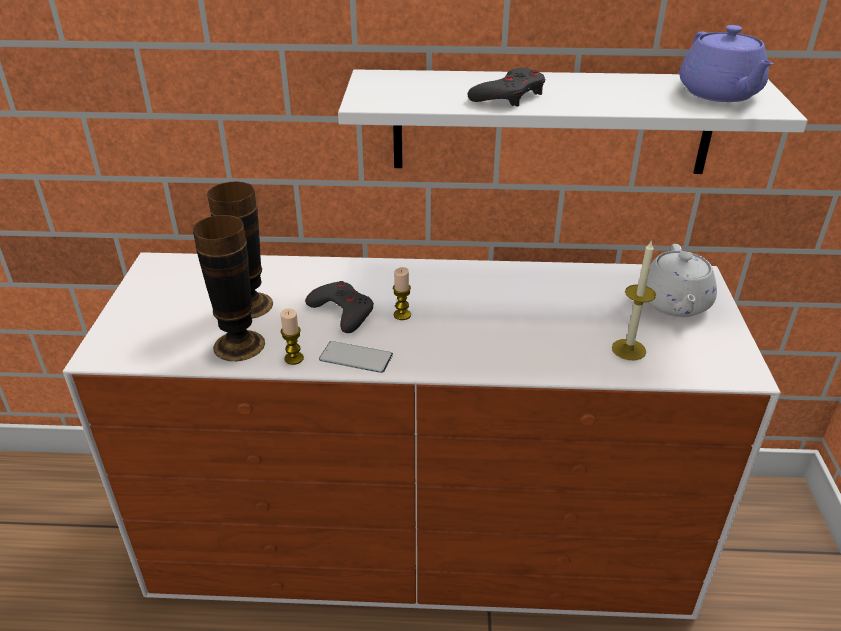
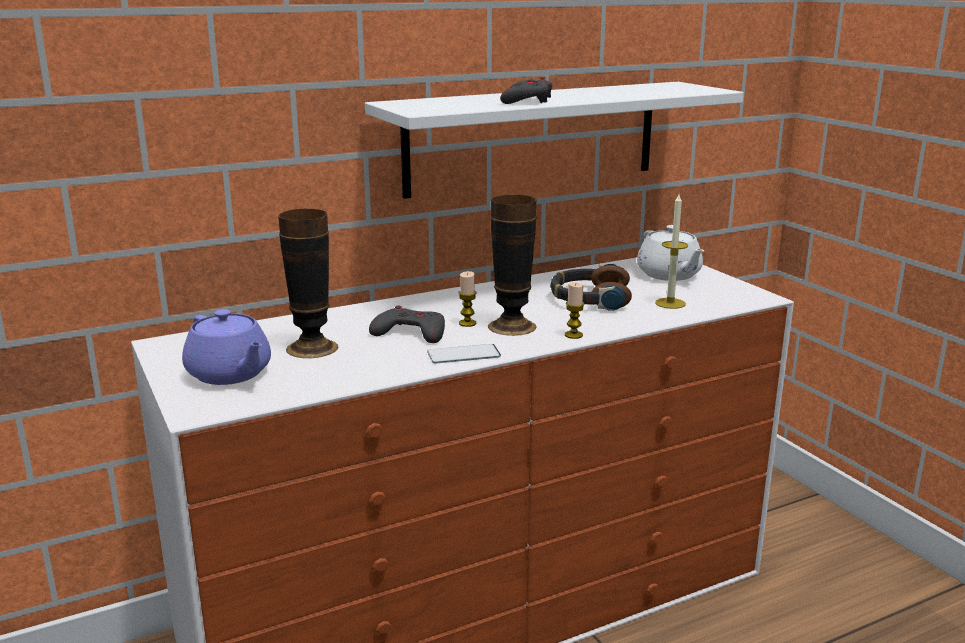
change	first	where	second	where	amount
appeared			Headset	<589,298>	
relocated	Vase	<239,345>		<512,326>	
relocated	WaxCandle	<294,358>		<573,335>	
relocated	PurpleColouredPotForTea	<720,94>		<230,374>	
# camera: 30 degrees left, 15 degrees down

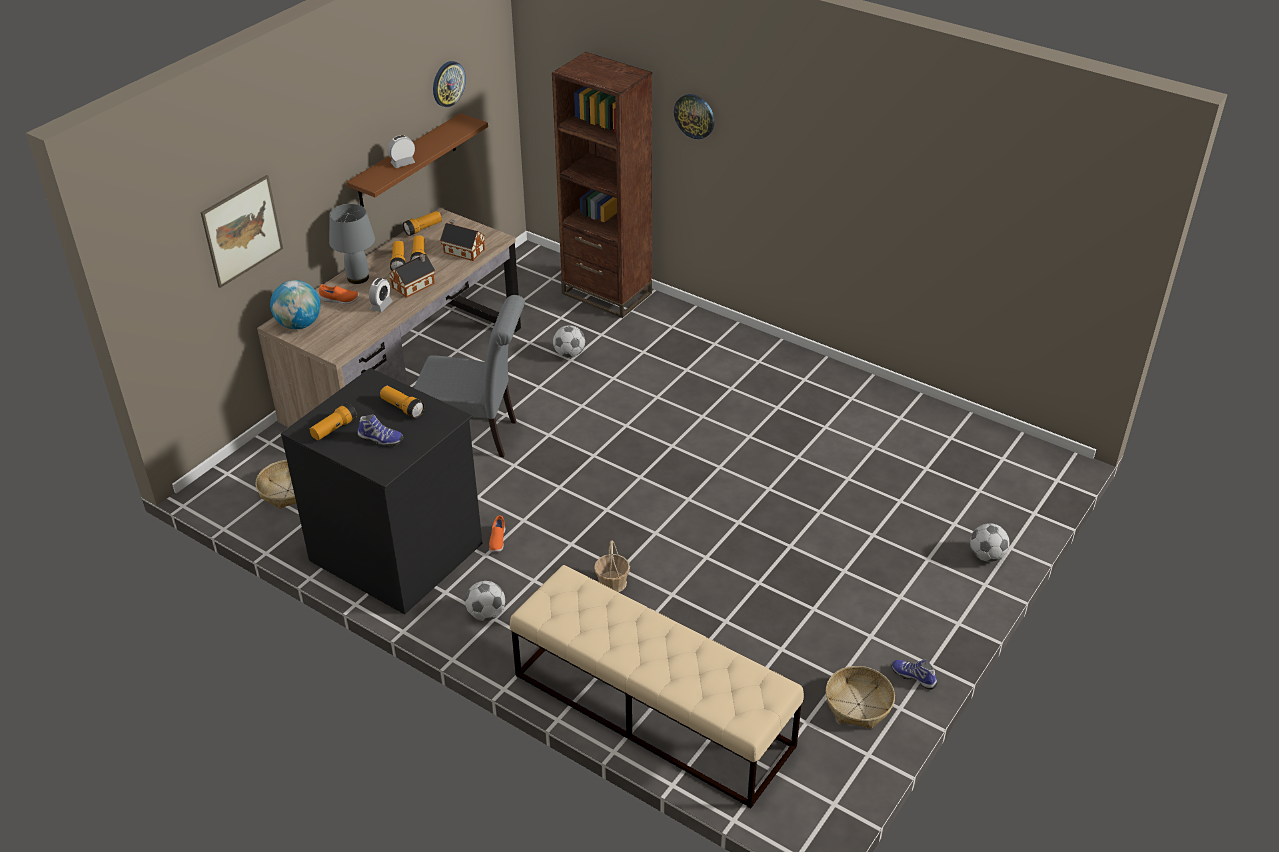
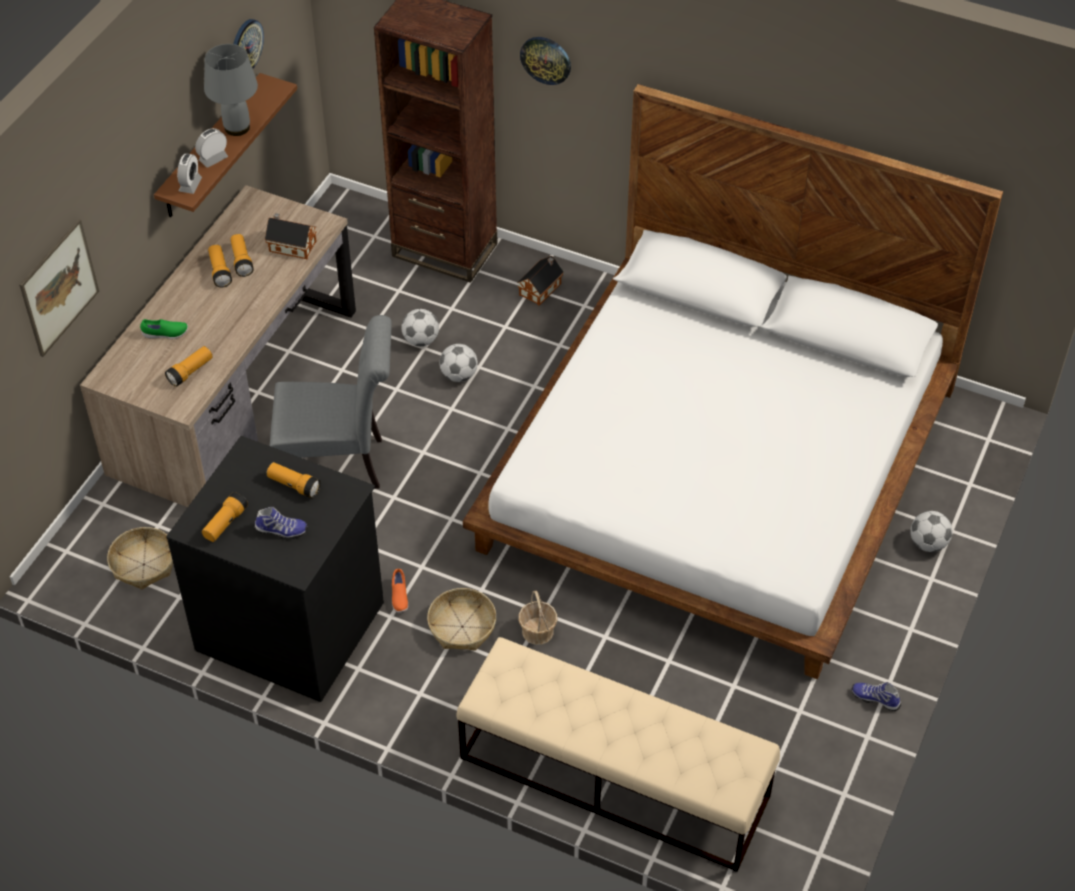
change	first	where	second	where	amount
missing	DeskGlobe	<299,324>			
appeared			WhitishSleepingBed	<717,468>	
relocated	GreyishLampForATable	<357,278>		<236,127>	
relocated	BedsideClock	<381,305>		<190,185>	
relocated	ModelHouse	<415,285>		<541,288>	
relocated	Flashlight	<423,229>		<190,372>	
relocated	BallForFootball	<486,614>		<458,375>	
relocated	Basket	<858,704>		<462,627>	
colour	OrangeyItemOfFootwear	<339,300>	GreenishItemOfFootwear	<165,334>	
# camera: 10 degrees left, 10 degrees up

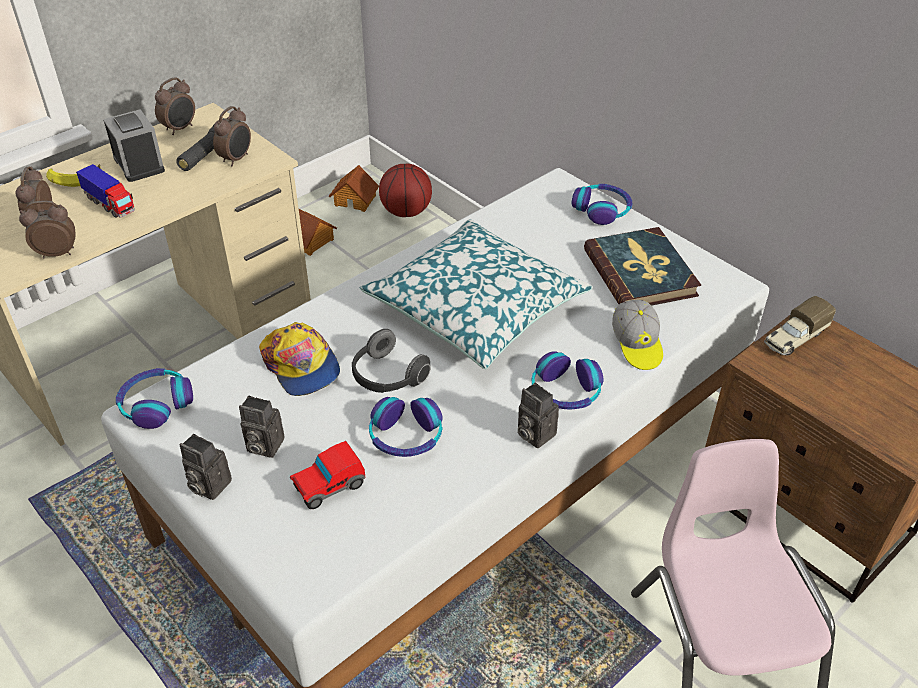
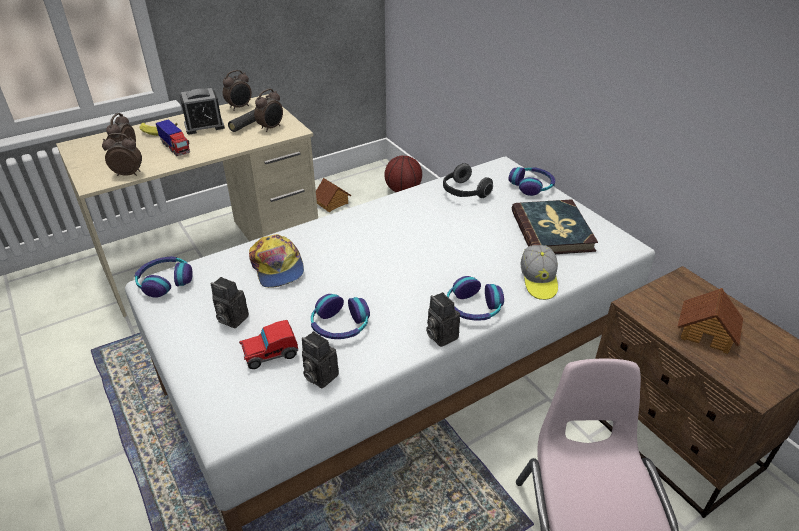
change	first	where	second	where	amount
missing	ThrowPillow	<476,307>			
missing	ToyTruck	<794,339>			
relocated	PhotoCamera	<207,485>		<319,376>	
relocated	ModelHouse	<355,200>		<706,332>	
relocated	Headset	<387,377>		<464,192>	
spun	BedsideClock	<139,164>		<204,126>	90 degrees clockwise
# camera: 10 degrees right, 5 degrees down

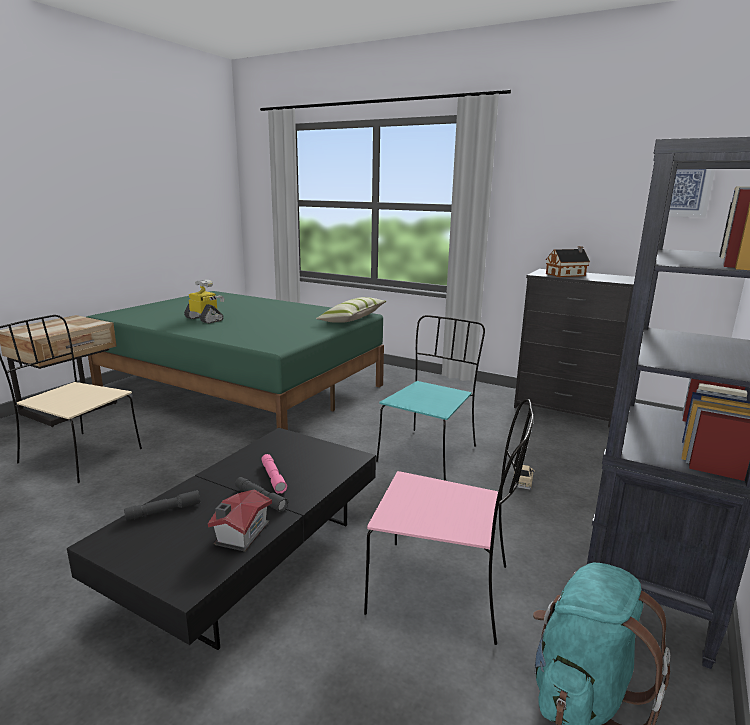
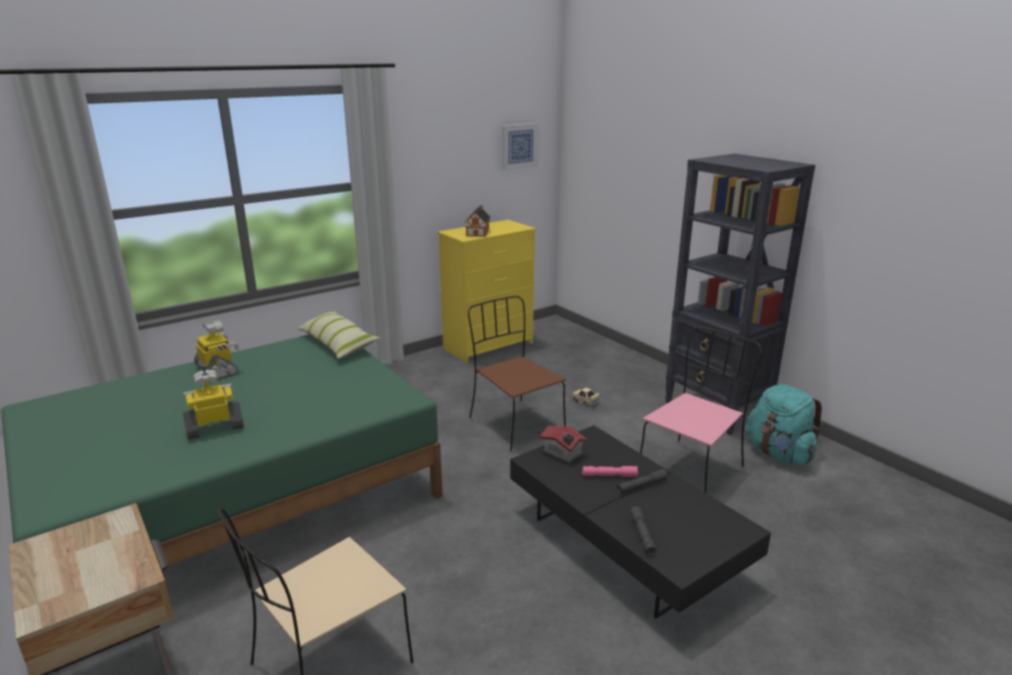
change	first	where	second	where	amount
appeared			ToyRobot	<218,370>	
relocated	ModelHouse	<240,534>		<562,454>	
colour	TurquoiseUprightChair	<428,453>	BrownColouredUprightChair	<514,423>	
colour	BlackishChestOfDrawers	<565,409>	YellowColouredChestOfDrawers	<489,345>	
# camera: 65 degrees left, 5 degrees up

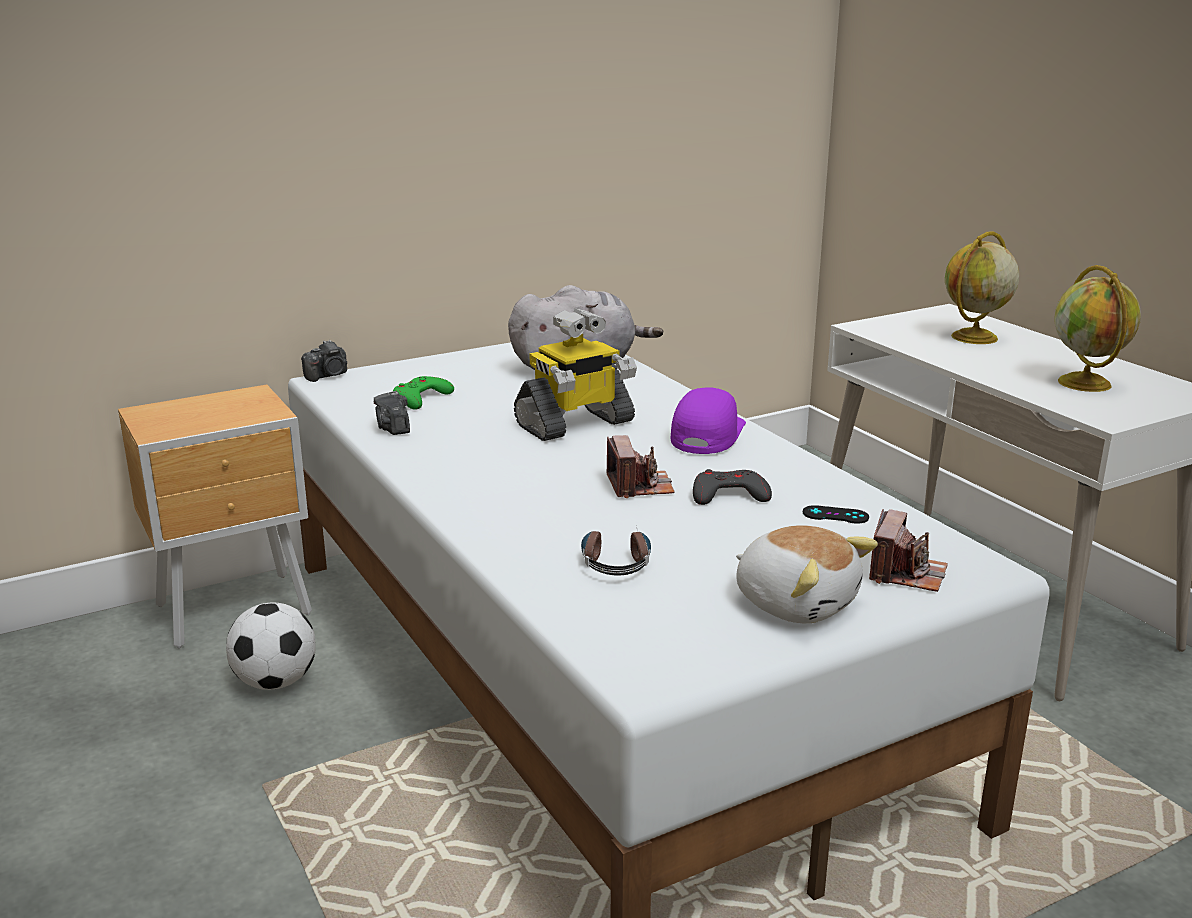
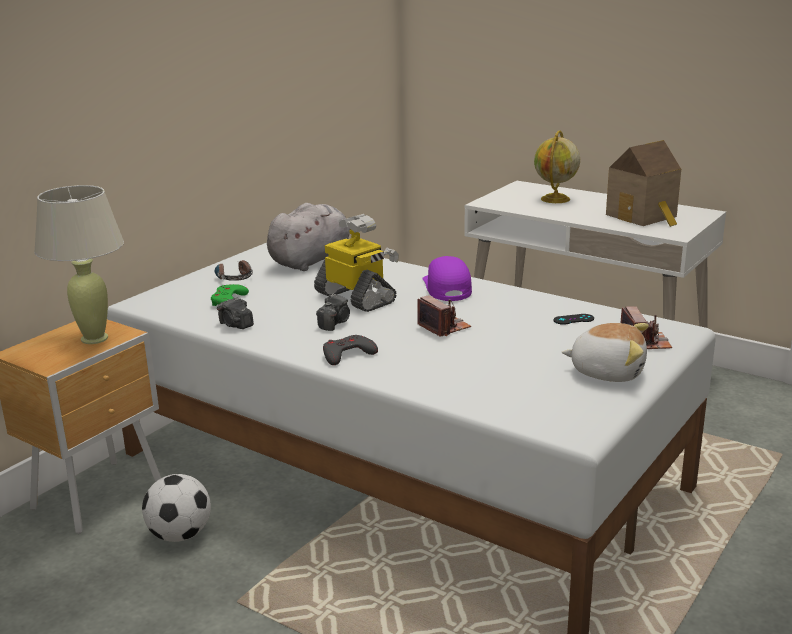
change	first	where	second	where	amount
appeared			SandColouredLampForATable	<95,338>	
relocated	PhotoCamera	<328,375>		<334,323>	
relocated	Headset	<615,560>		<233,277>	
relocated	GreyishGamepad	<729,495>		<347,354>	
exchanged	DeskGlobe	<1086,384>	ModelHouse	<644,216>	
spun	ToyRobot	<575,424>		<357,298>	75 degrees counterclockwise
# camera: 25 degrees left, 0 degrees up

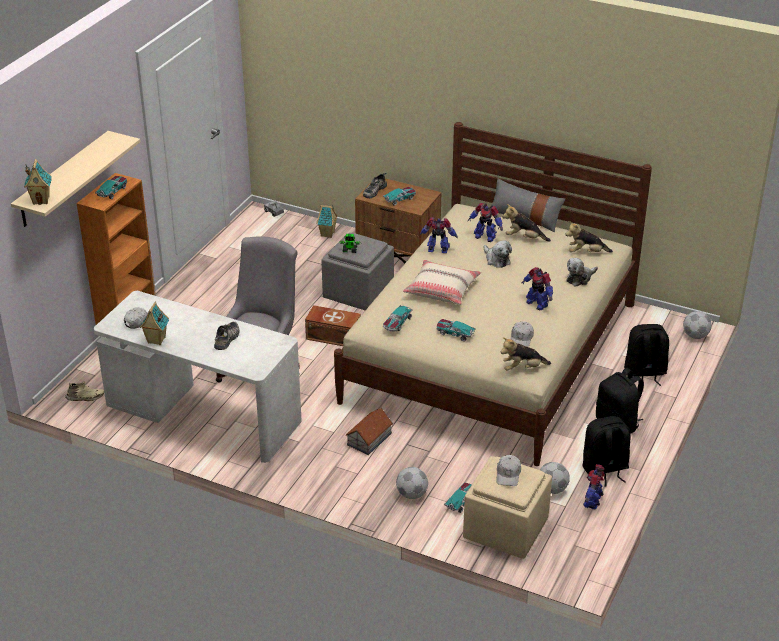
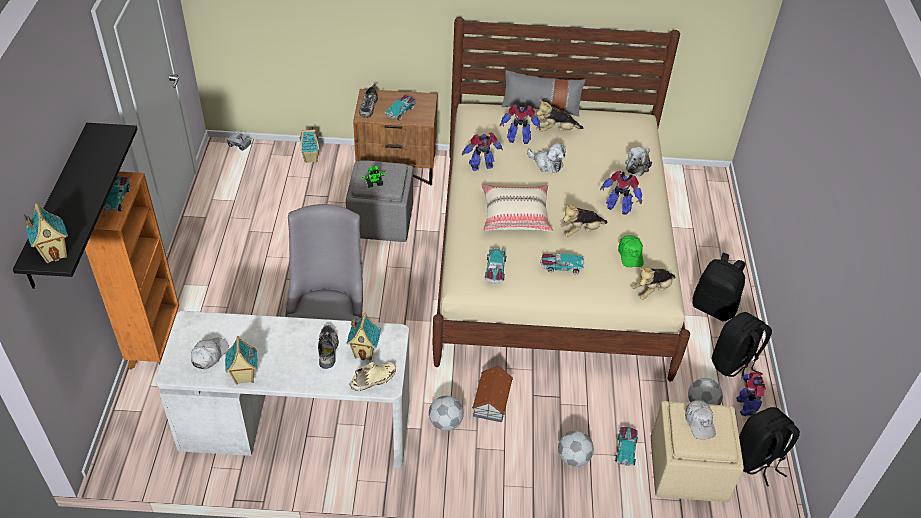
change	first	where	second	where	amount
missing	BrownColouredStorageBox	<333,336>			
appeared			ModelHouse	<365,352>	
relocated	SandColouredItemOfFootwear	<85,398>		<373,380>	
relocated	PlushToy	<586,253>		<581,231>	
relocated	BlackishBackpack	<644,373>		<757,460>	
relocated	BallForFootball	<695,335>		<445,423>	
colour	SandColouredBracketShelf	<63,179>	BlackishBracketShelf	<58,206>	
colour	WhitishBaseballCap	<521,339>	GreenishBaseballCap	<630,255>	
# camera: 25 degrees left, 10 degrees up

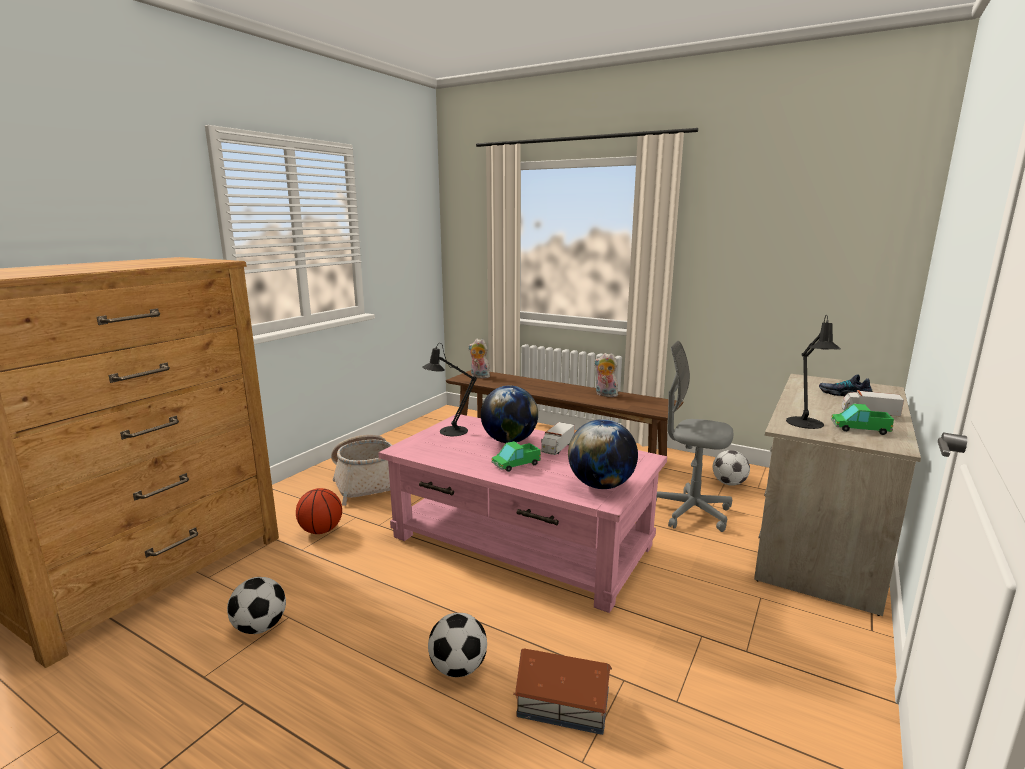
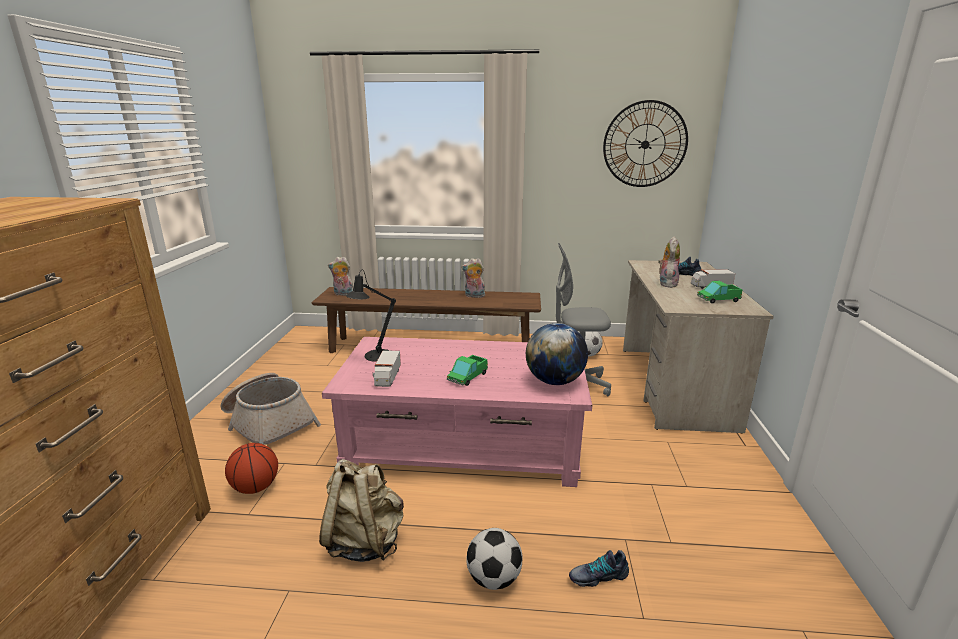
change	first	where	second	where	amount
missing	BallForFootball	<260,627>			
missing	DeskGlobe	<509,441>			
missing	BlackishLampForATable	<806,424>			
appeared			SandColouredBackpack	<365,541>	
appeared			ClockOnTheWall	<645,144>	
appeared			PlushToy	<666,283>	
relocated	ToyTruck	<557,448>		<387,377>	
exchanged	ModelHouse	<564,703>	ItemOfFootwear	<598,576>	
# camera: 25 degrees left, 5 degrees up

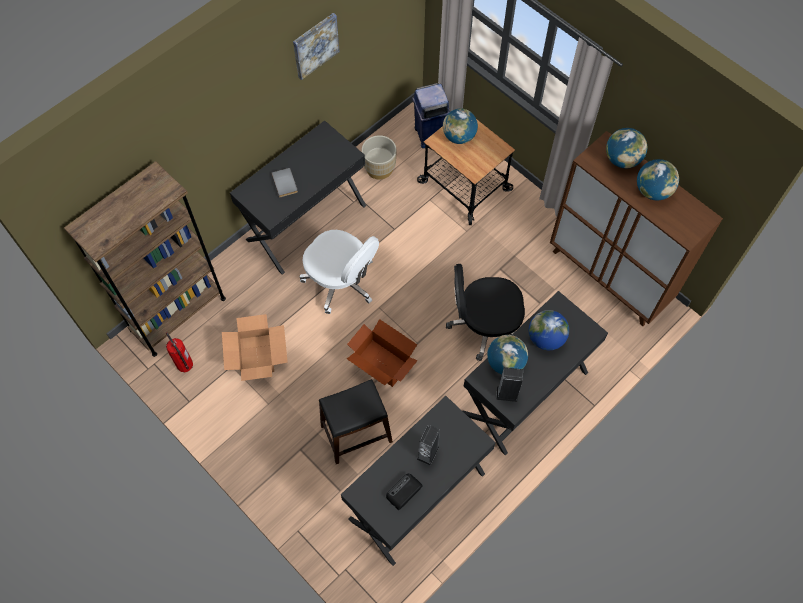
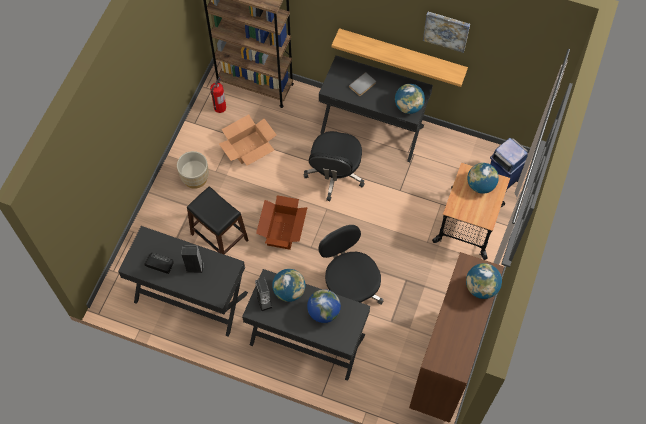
change	first	where	second	where	amount
appeared			BracketShelf	<402,54>	
relocated	SandColouredFlowerPot	<379,168>		<195,178>	
relocated	DeskGlobe	<652,191>		<408,106>	
colour	WhitishDeskChair	<341,282>	BlackishDeskChair	<335,174>	
# camera: 65 degrees right, 0 degrees up

